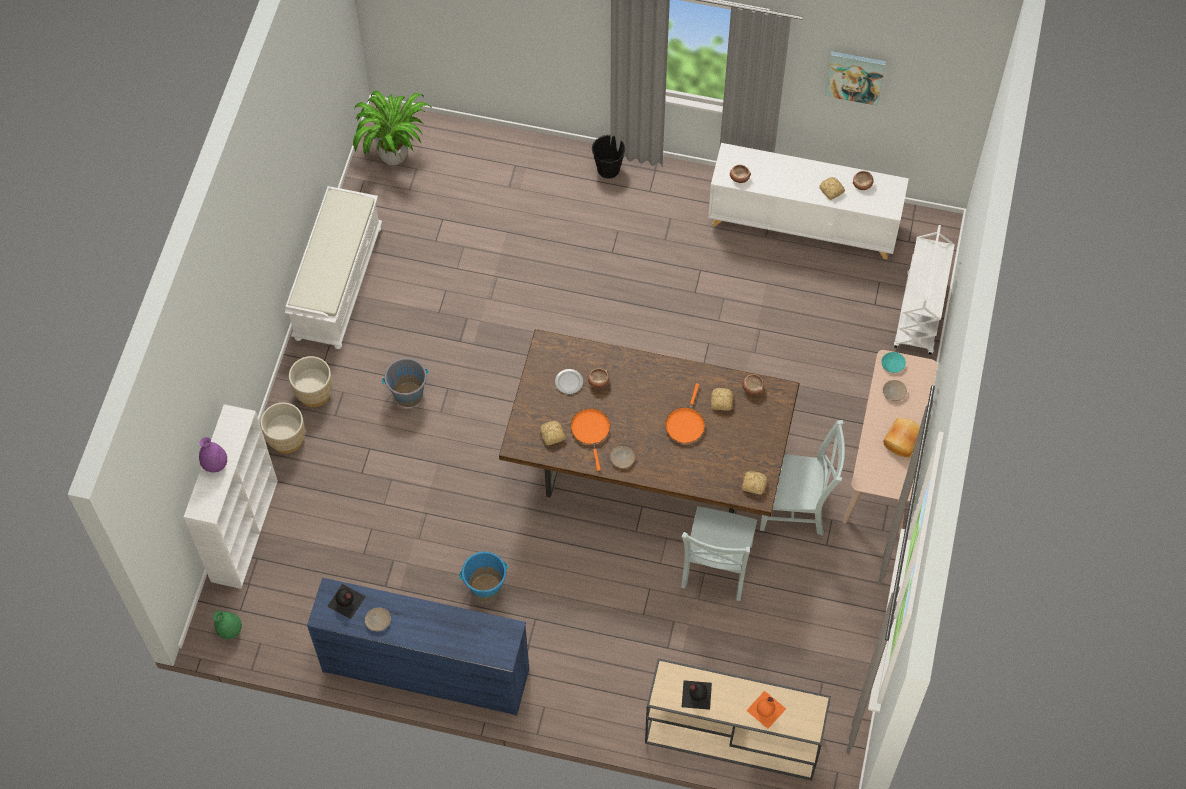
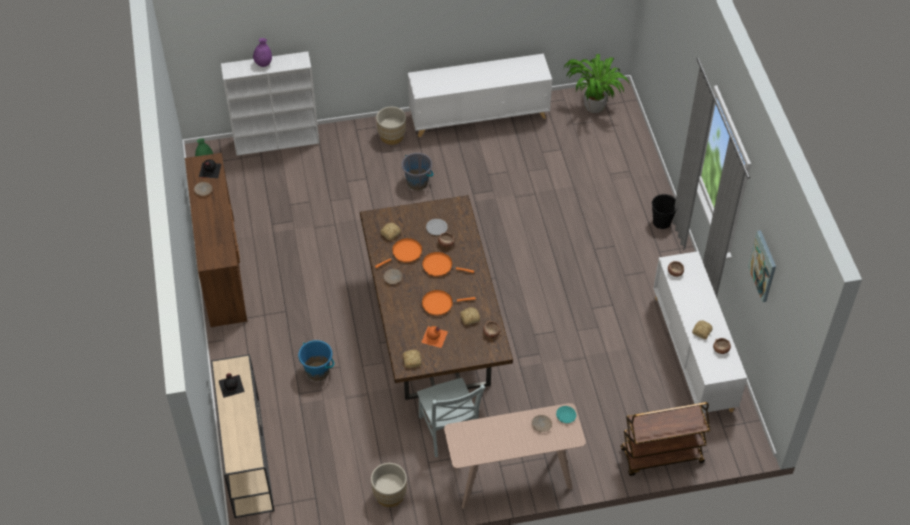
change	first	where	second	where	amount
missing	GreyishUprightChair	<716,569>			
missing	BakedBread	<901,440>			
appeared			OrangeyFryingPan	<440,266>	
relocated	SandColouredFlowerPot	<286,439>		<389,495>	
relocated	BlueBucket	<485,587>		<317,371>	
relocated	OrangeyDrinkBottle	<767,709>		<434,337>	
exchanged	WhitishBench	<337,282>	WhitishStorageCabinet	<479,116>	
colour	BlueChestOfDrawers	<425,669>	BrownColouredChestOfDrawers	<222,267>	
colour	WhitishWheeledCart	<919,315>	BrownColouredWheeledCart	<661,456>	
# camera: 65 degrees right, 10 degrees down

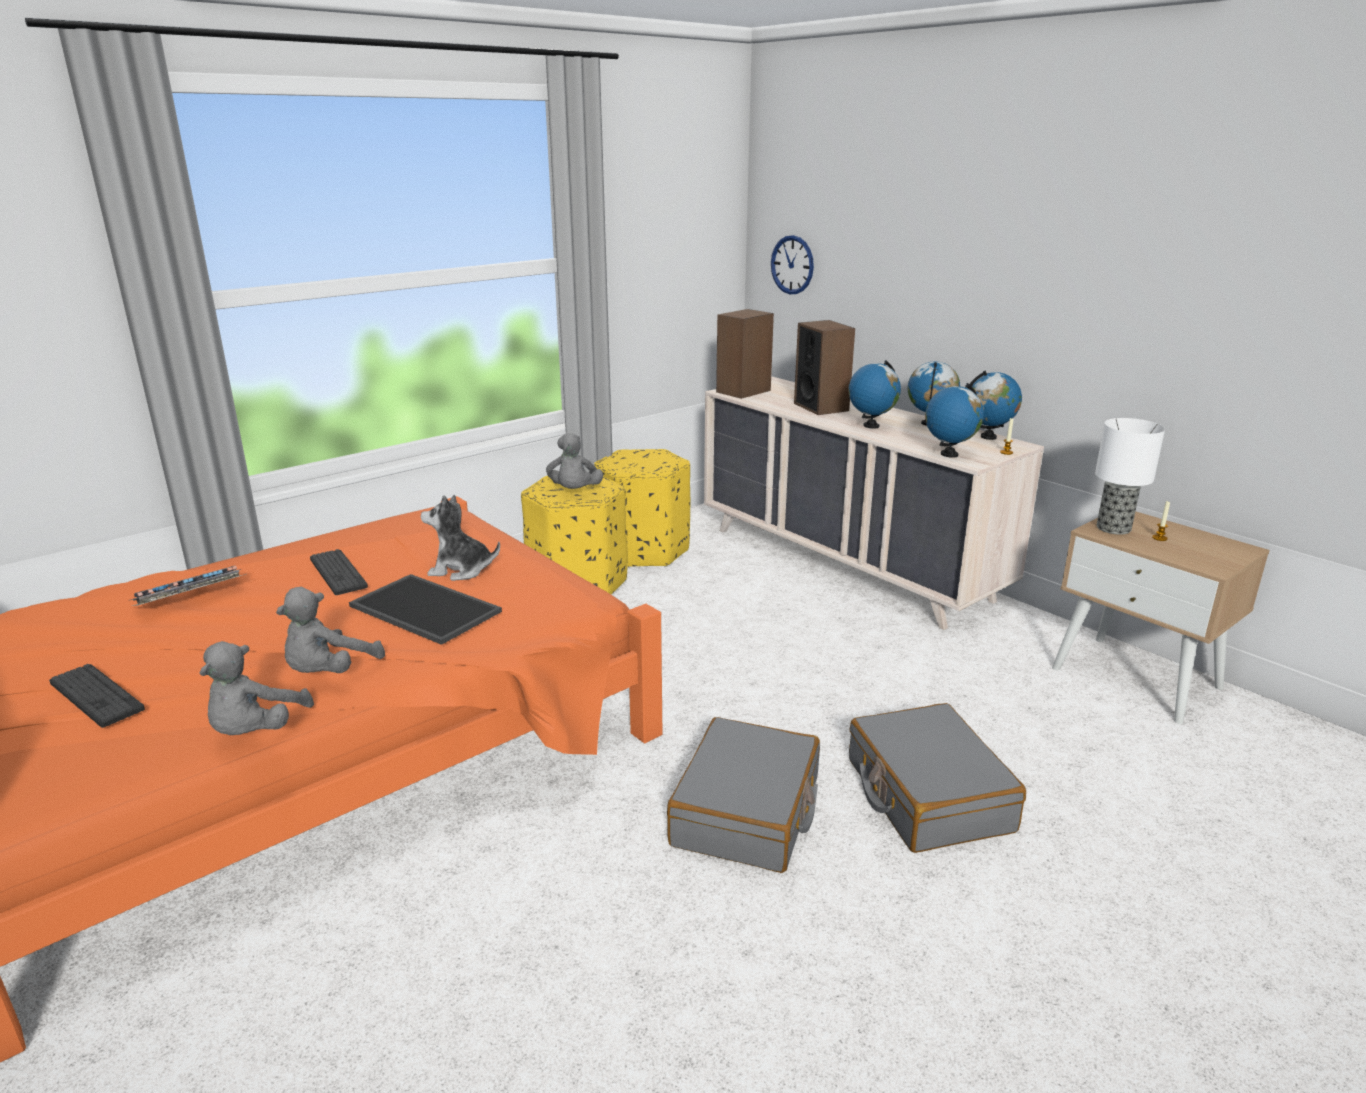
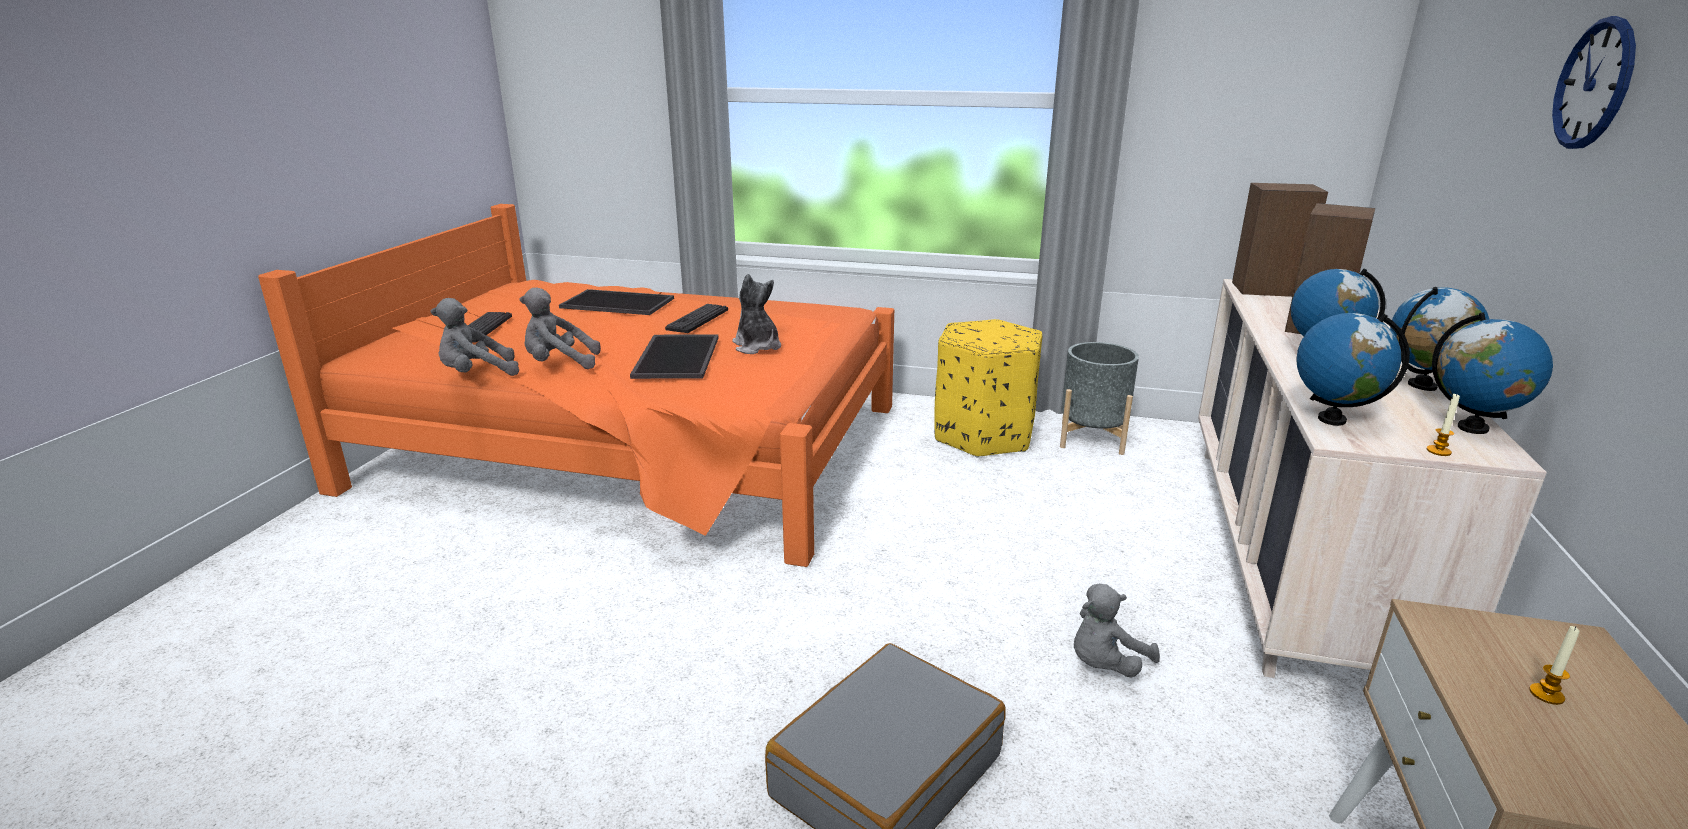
change	first	where	second	where	amount
missing	GreyishSuitcase	<747,812>			
missing	LampForATable	<1114,528>			
relocated	GreyishPlushToy	<575,492>		<1105,665>	
relocated	ClockOnTheWall	<792,265>		<1594,84>	
exchanged	ComputerKeyboard	<190,599>	CarryingTray	<615,303>	
exchanged	YellowColouredPouffe	<644,550>	GreyishFlowerPot	<1092,438>	
# camera: 55 degrees right, 0 degrees up

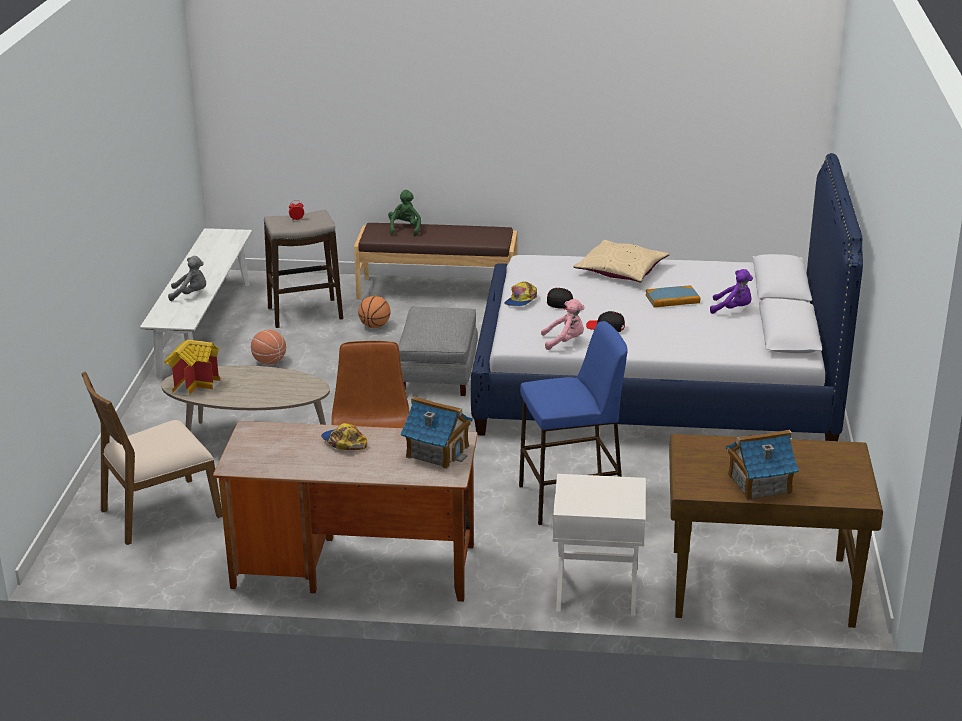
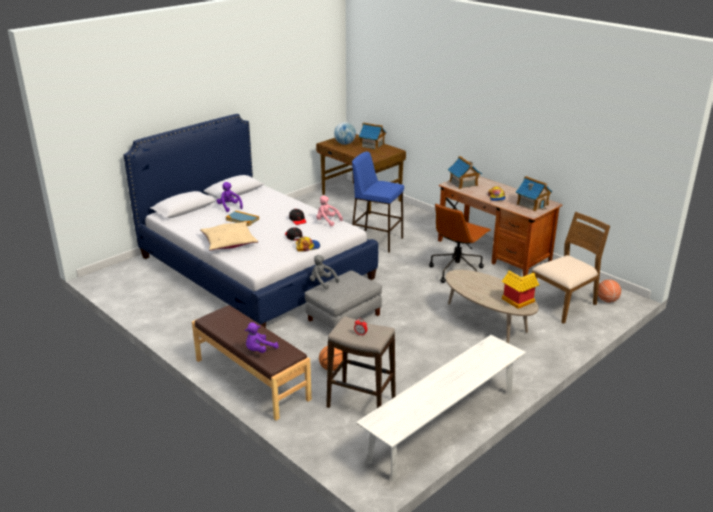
change	first	where	second	where	amount
missing	WhitishNightTable	<596,592>			
appeared			DeskGlobe	<345,144>	
appeared			ModelHouse	<532,204>	
relocated	GreyishPlushToy	<191,294>		<322,282>	
relocated	Basketball	<269,362>		<607,300>	
colour	GreenishPlushToy	<405,229>	PurpleColouredPlushToy	<259,350>	
spun	BrownColouredUprightChair	<159,512>		<563,304>	45 degrees counterclockwise
# camera: 140 degrees left, 0 degrees up

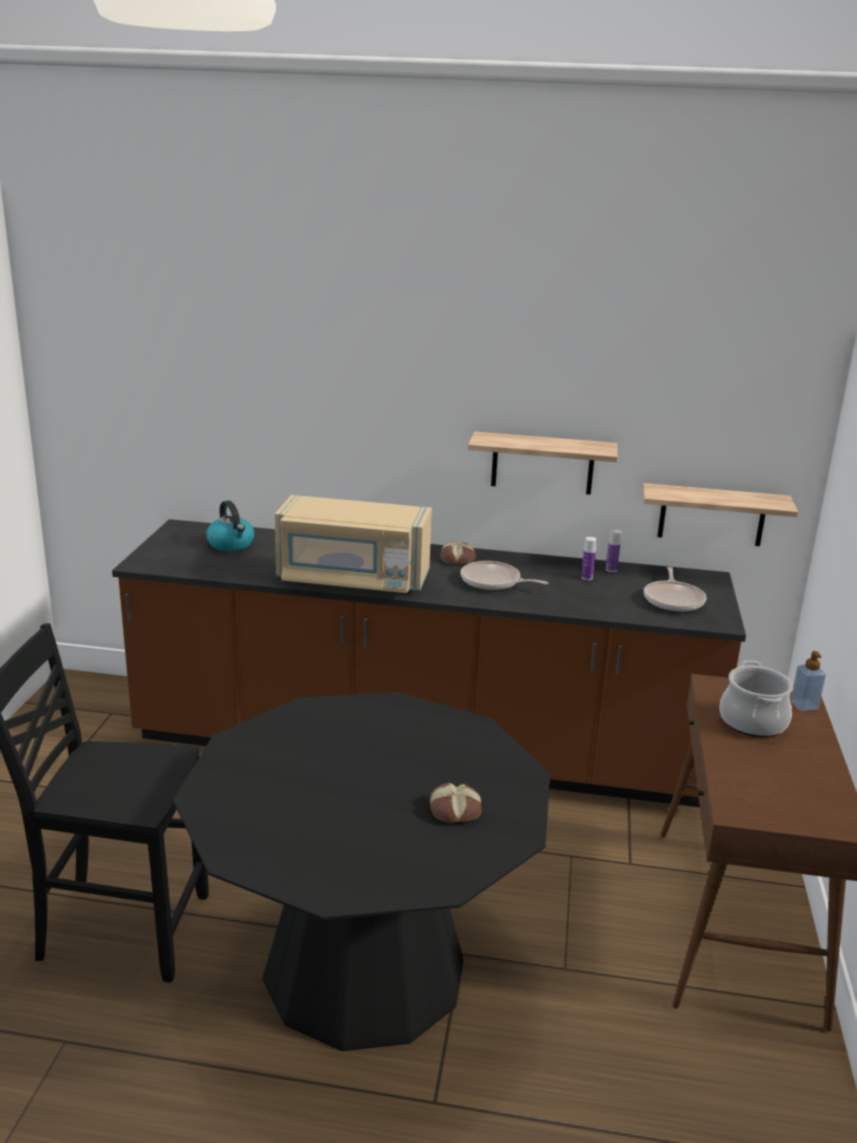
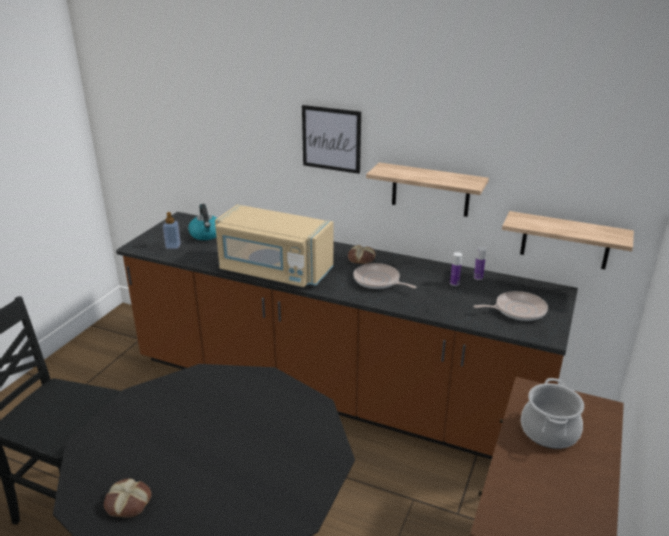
change	first	where	second	where	amount
appeared			WallArt	<331,139>	
relocated	BakedBread	<455,810>		<127,503>	
relocated	SoapDispenser	<804,705>		<173,246>	
spun	FryingPan	<673,600>		<517,310>	120 degrees counterclockwise
# camera: 15 degrees right, 5 degrees up

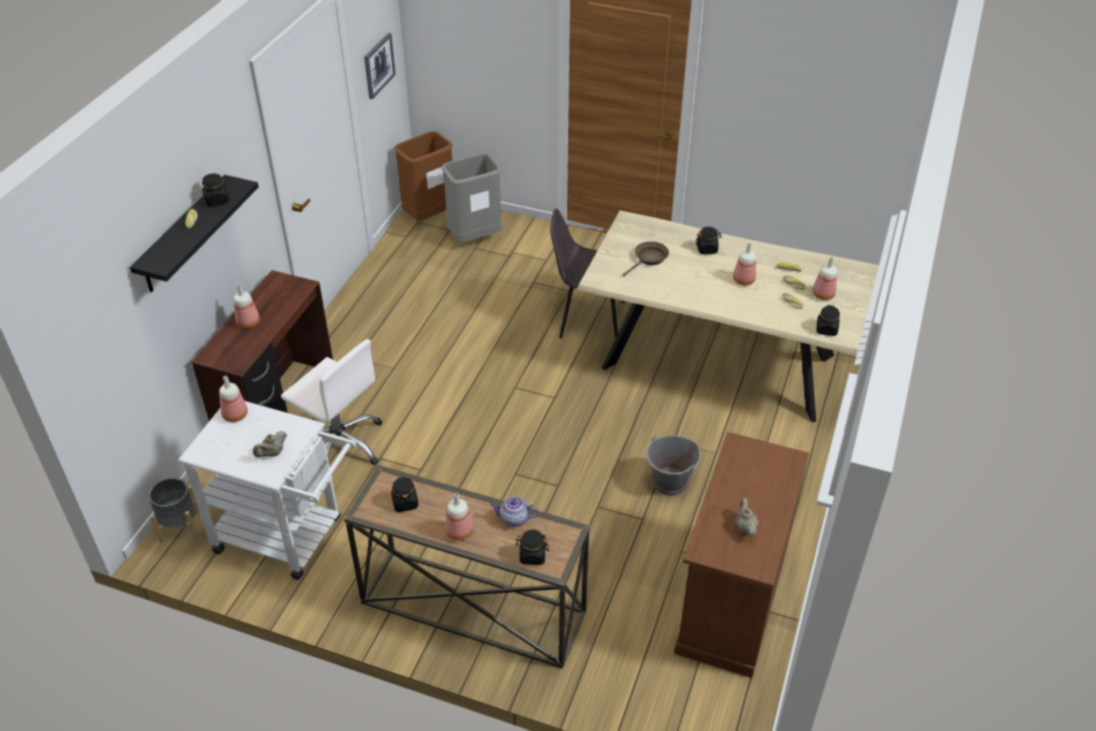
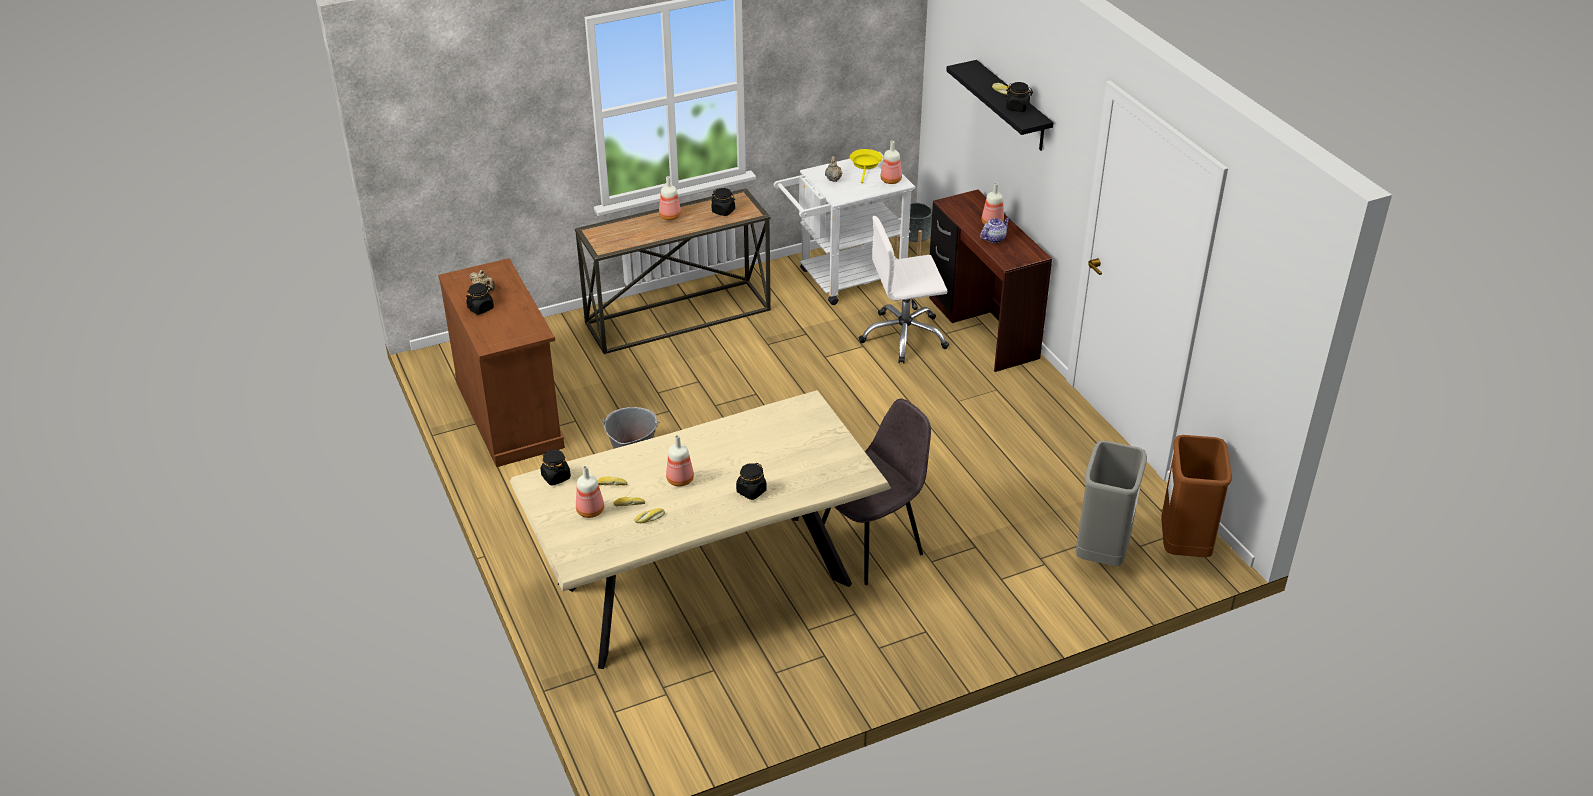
change	first	where	second	where	amount
missing	WallArt	<378,65>			
missing	BrownColouredFryingPan	<649,259>			
appeared			YellowColouredFryingPan	<865,165>	
relocated	PotForTea	<514,519>		<994,238>	
relocated	BlackishPreserveJar	<532,556>		<481,308>	
# camera: 135 degrees right, 5 degrees down

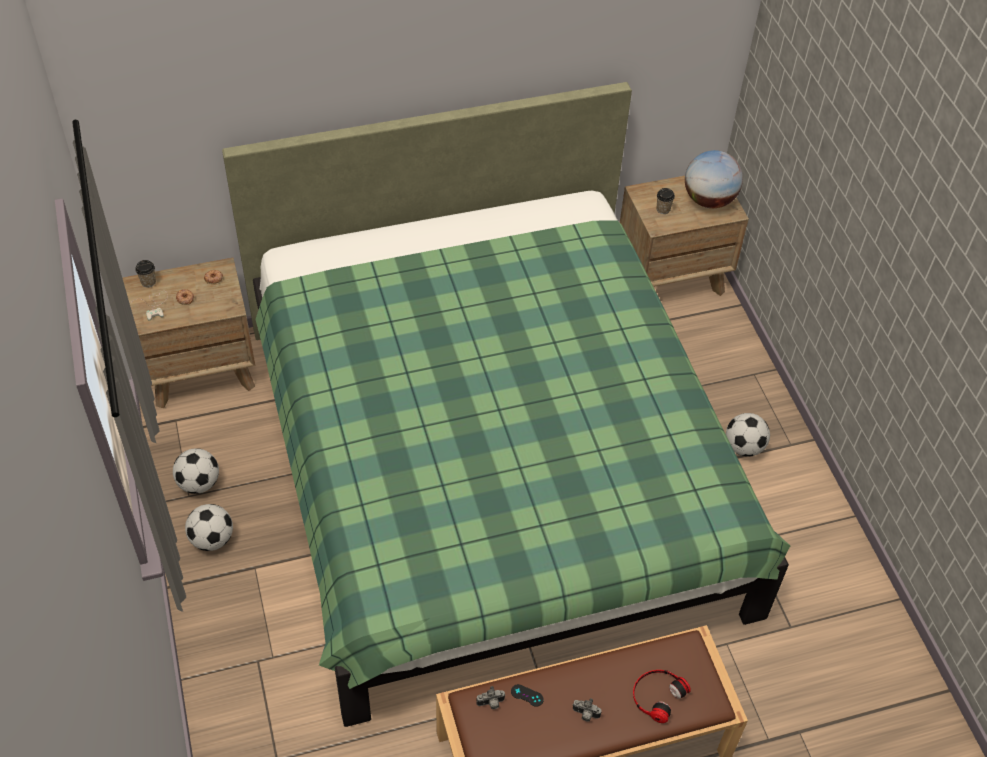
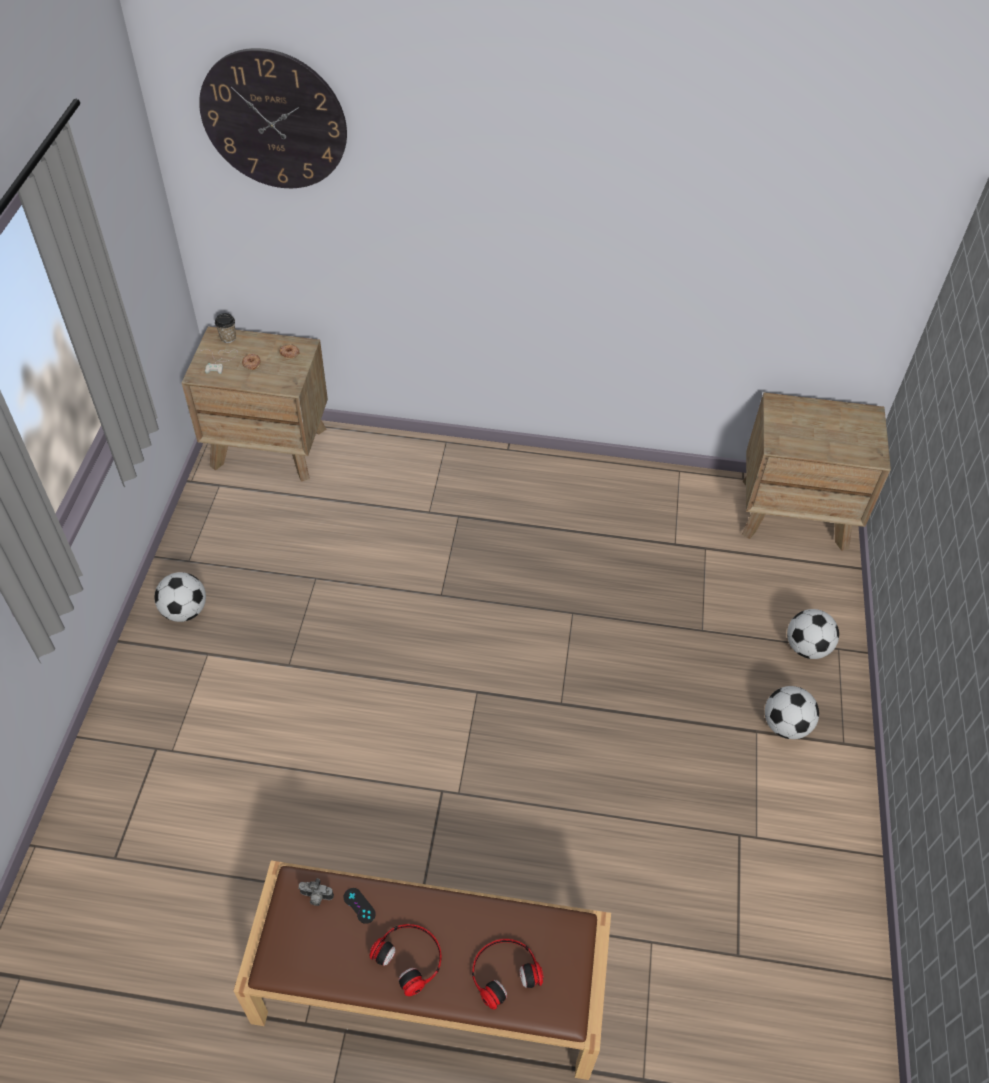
change	first	where	second	where	amount
missing	GreenishSleepingBed	<489,468>			
missing	Cup	<663,209>			
missing	DeskGlobe	<709,200>			
appeared			ClockOnTheWall	<274,120>	
relocated	BallForFootball	<199,483>		<806,647>	
exchanged	PhotoCamera	<585,715>	Headset	<410,957>	
# camera: 25 degrees right, 0 degrees up

